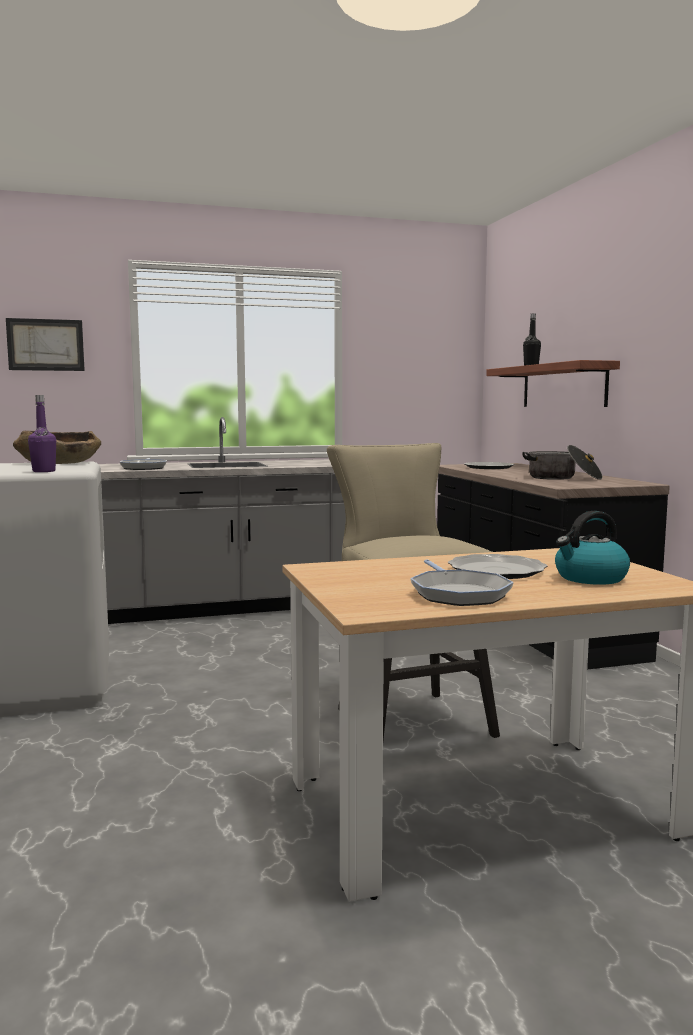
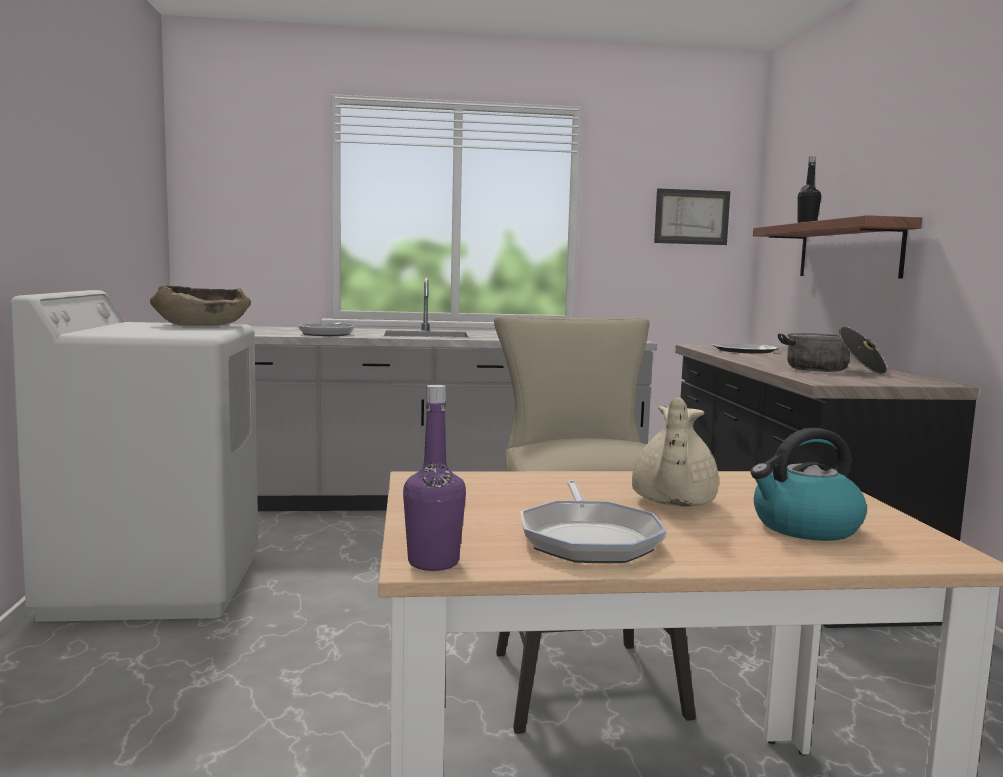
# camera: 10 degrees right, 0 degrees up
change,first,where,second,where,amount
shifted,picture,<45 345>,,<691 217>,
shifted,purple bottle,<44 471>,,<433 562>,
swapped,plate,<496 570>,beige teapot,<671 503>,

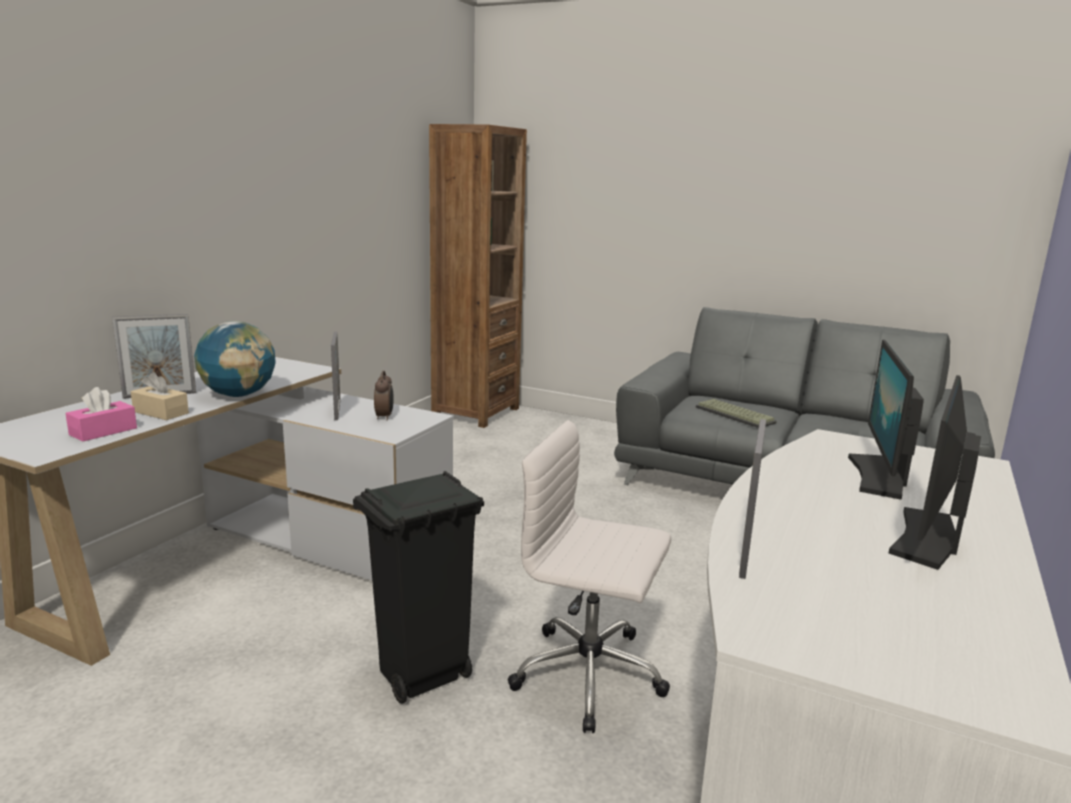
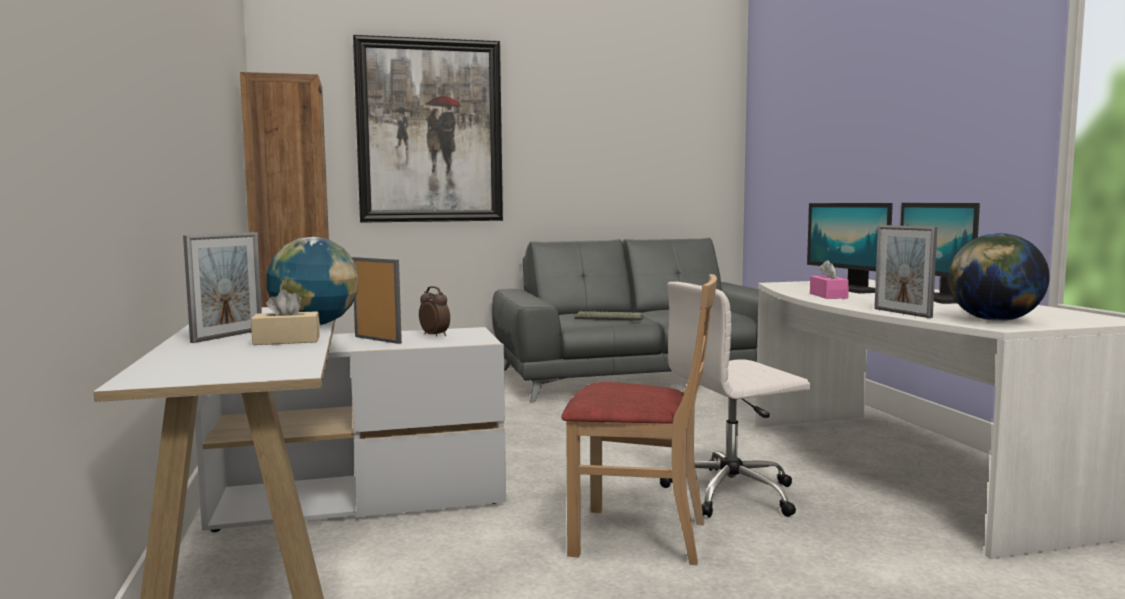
# camera: 40 degrees left, 10 degrees down
change,first,where,second,where,amount
shifted,pink tissue box,<103 431>,,<828 296>,
swapped,black trash can,<421 677>,beige chair,<639 537>,
new,,,picture,<430 131>,
new,,,globe,<994 320>,

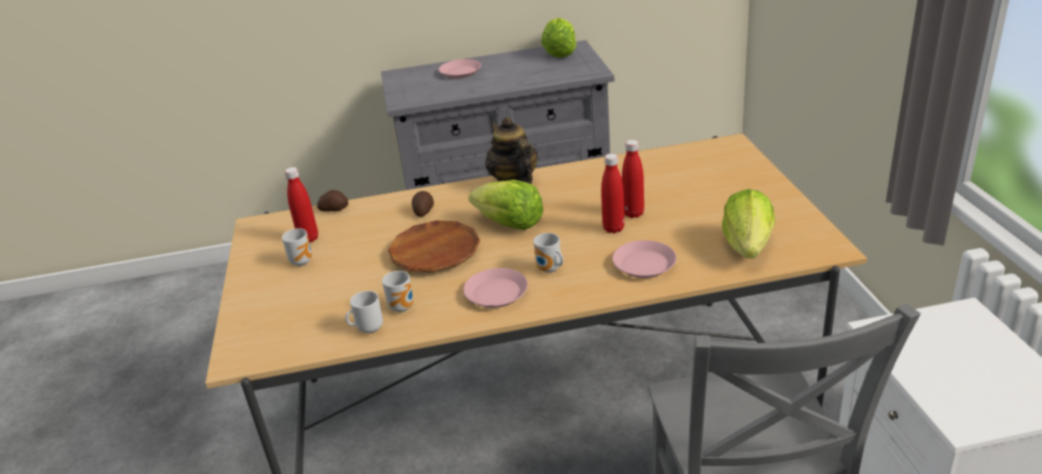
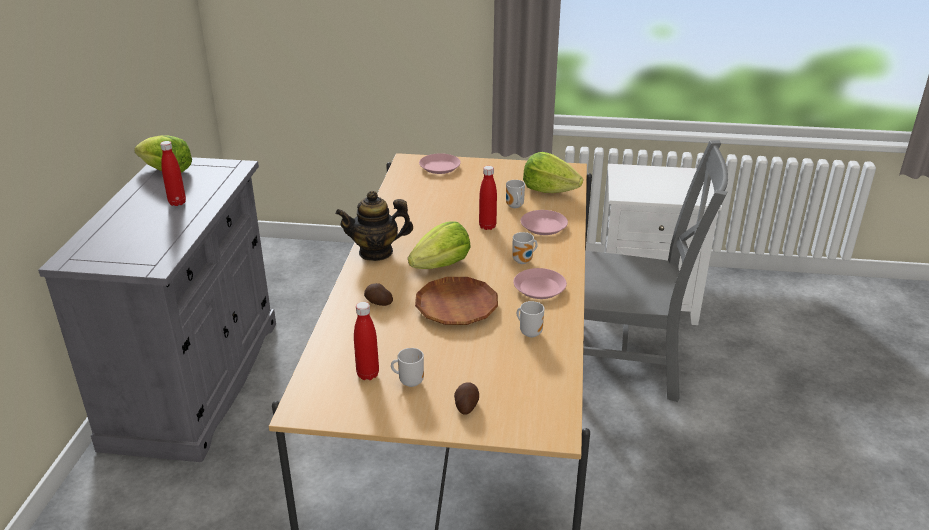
# camera: 75 degrees left, 0 degrees up
change,first,where,second,where,amount
shifted,potato,<334 209>,,<466 405>,
shifted,mug,<368 329>,,<514 206>,
shifted,pink plate,<460 72>,,<439 167>,
shifted,red bottle,<633 213>,,<177 203>,

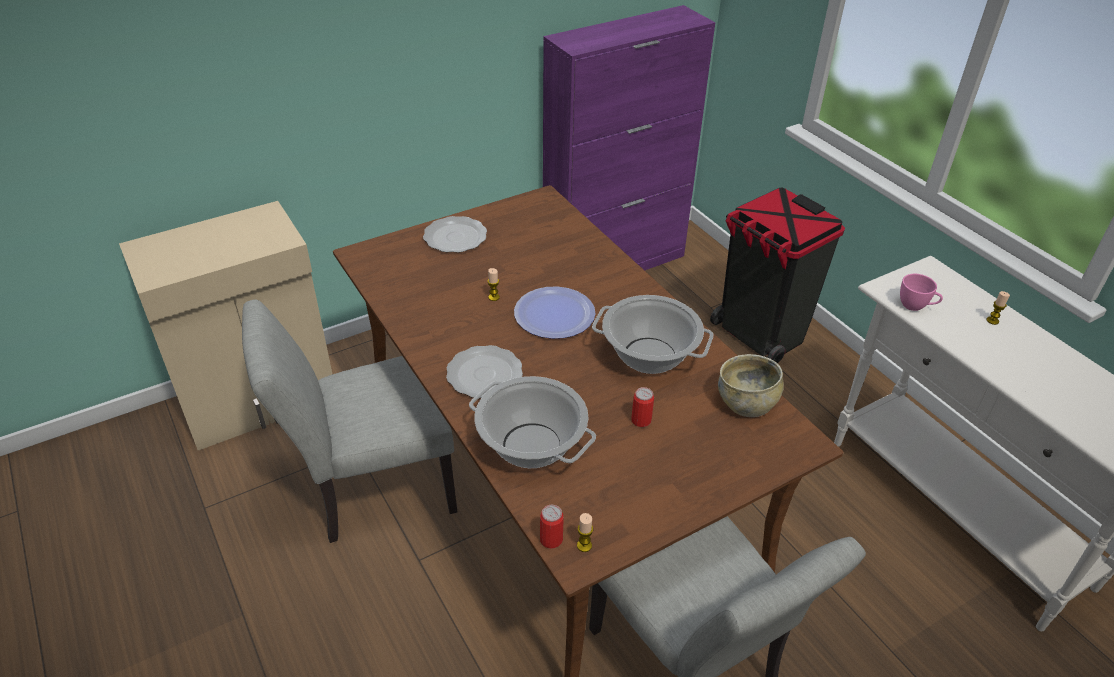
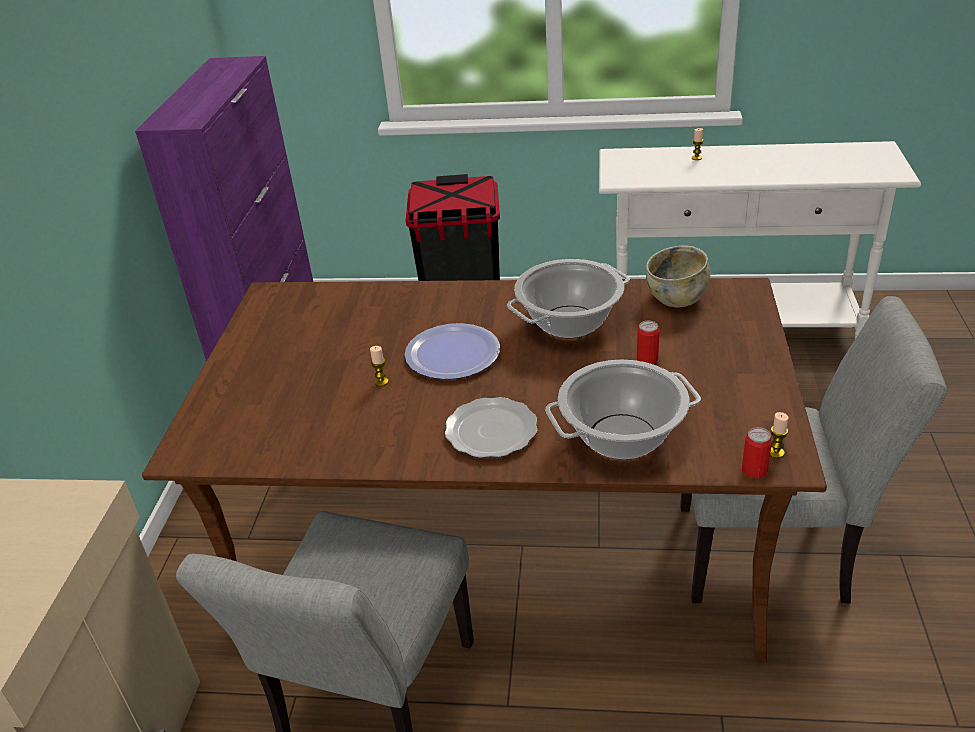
# camera: 50 degrees left, 5 degrees down
change,first,where,second,where,amount
gone,plate,<455 236>,,,
gone,pink cup,<916 306>,,,

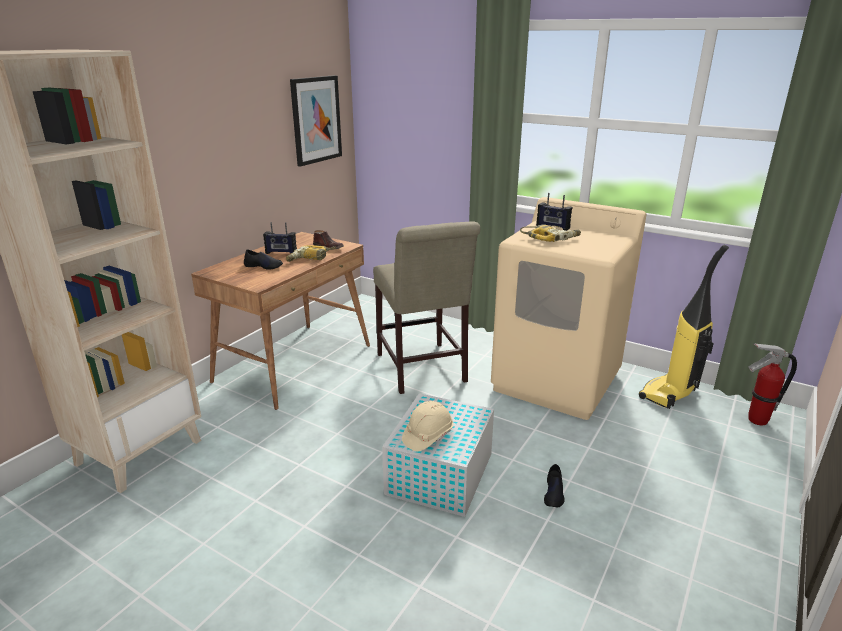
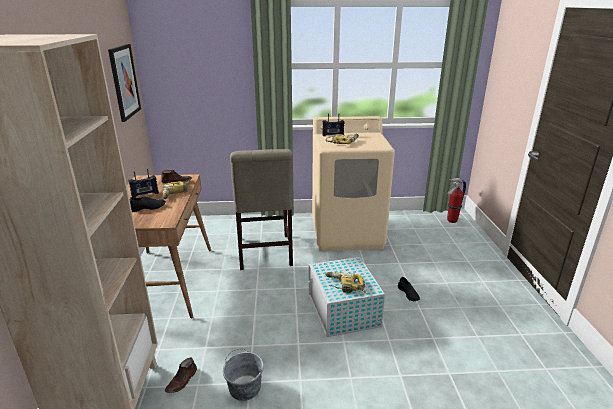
# camera: 35 degrees left, 0 degrees up
change,first,where,second,where,amount
rotated,beige chair,<422 370>,,<264 254>,45 degrees clockwise
swapped,beige hard hat,<427 436>,power drill,<344 286>,
gone,vacuum cleaner,<669 394>,,,
new,,,brown shoe,<182 381>,
new,,,grey bucket,<244 388>,

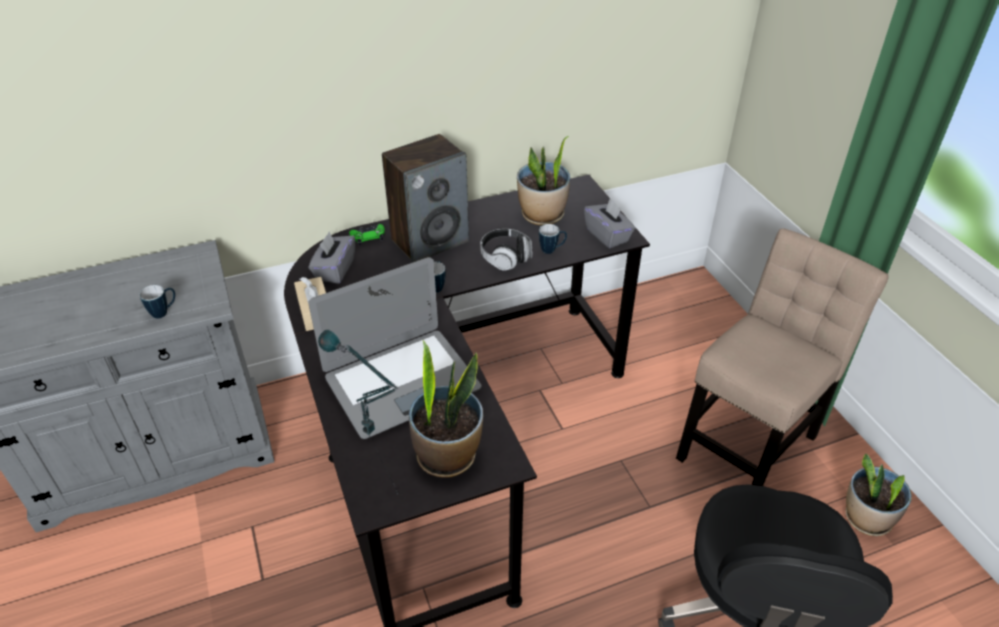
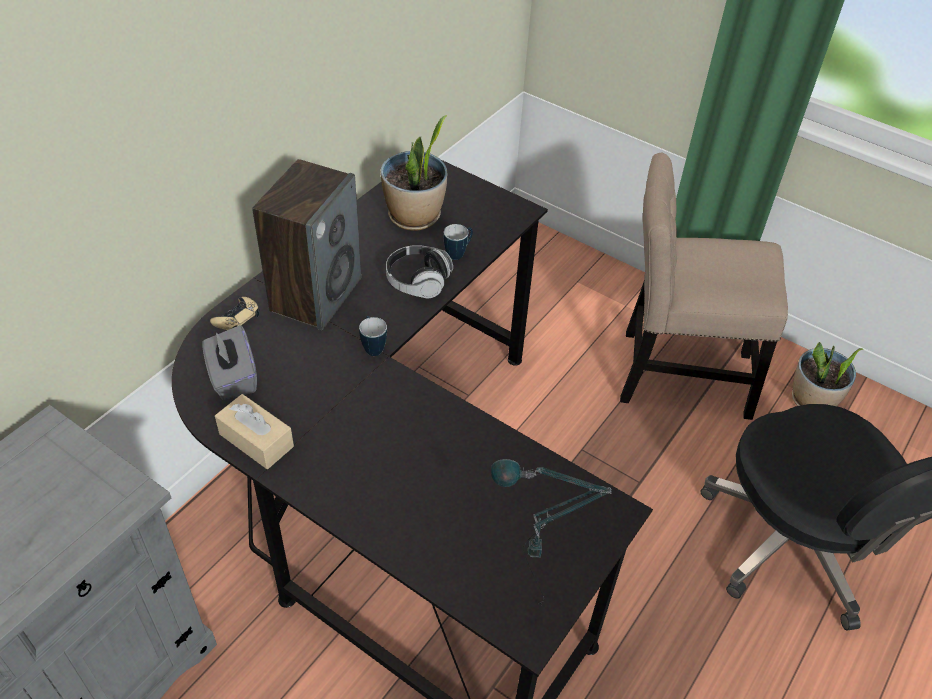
# camera: 35 degrees left, 5 degrees up
change,first,where,second,where,amount
gone,mug,<164 312>,,,
gone,laptop,<401 382>,,,
repainted,green game controller,<368 236>,beige game controller,<237 318>,
gone,potted plant,<447 455>,,,
gone,grey tissue box,<607 235>,,,
rotated,beige chair,<749 441>,,<677 374>,90 degrees counterclockwise

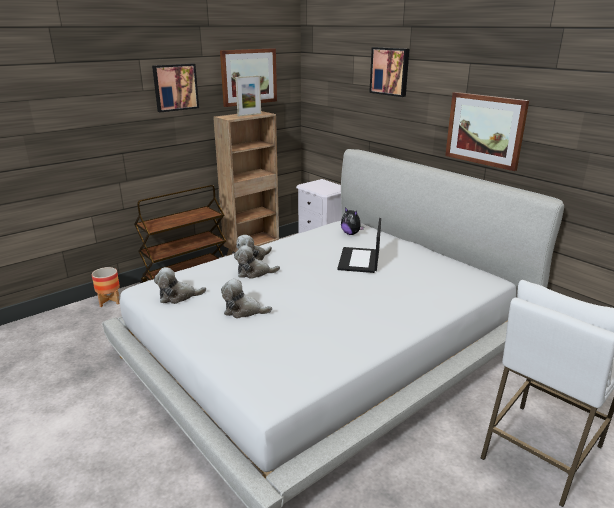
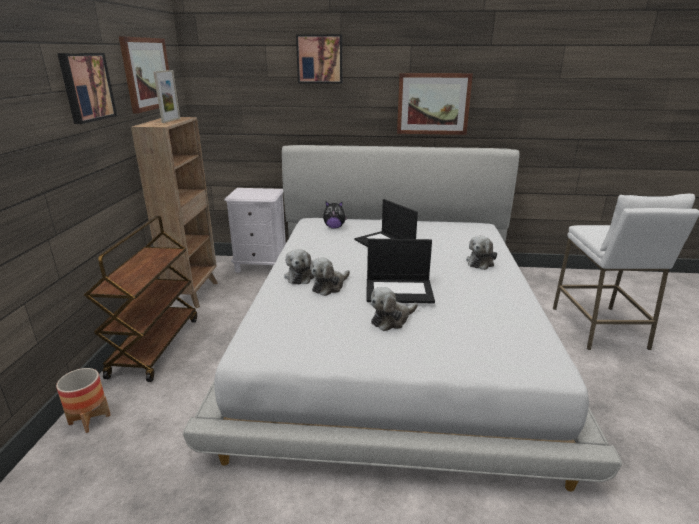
# camera: 45 degrees left, 0 degrees up
change,first,where,second,where,amount
shifted,plush toy,<178 296>,,<481 262>,
new,,,laptop,<399 290>,

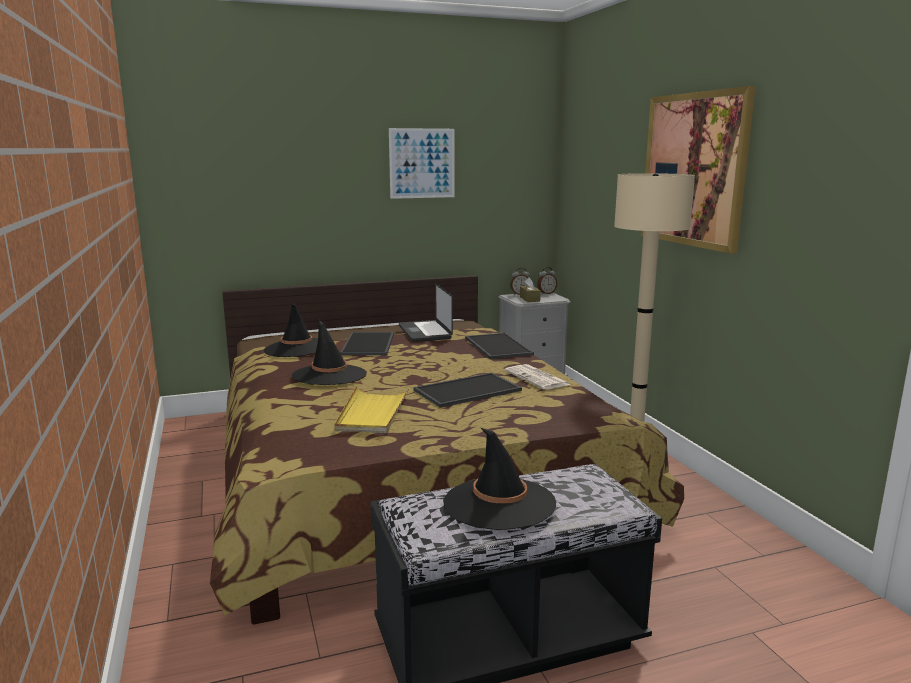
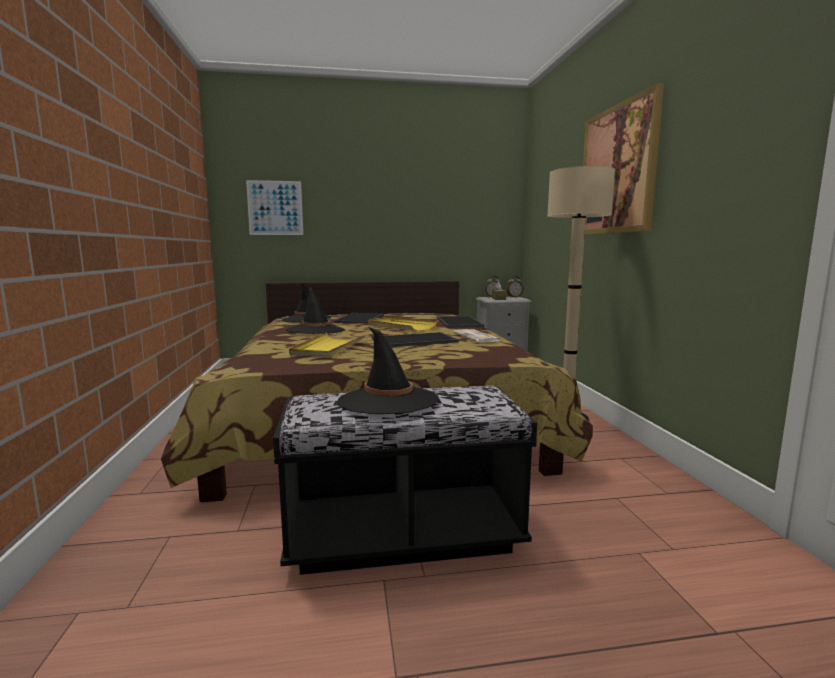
# camera: 10 degrees right, 5 degrees down
change,first,where,second,where,amount
shifted,picture,<422 163>,,<275 208>,
gone,laptop,<424 332>,,,
new,,,yellow tray,<401 326>,

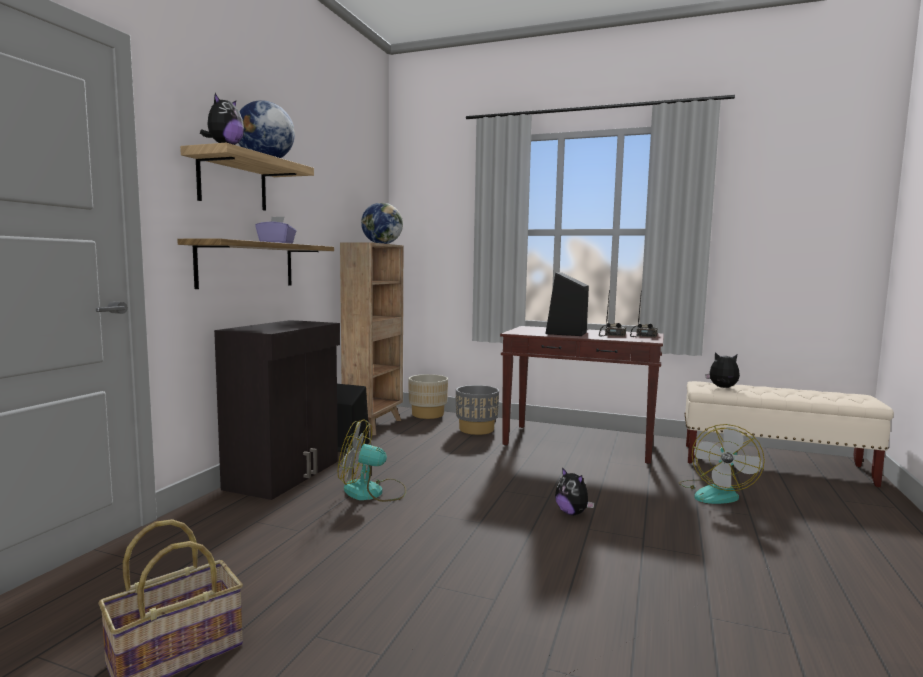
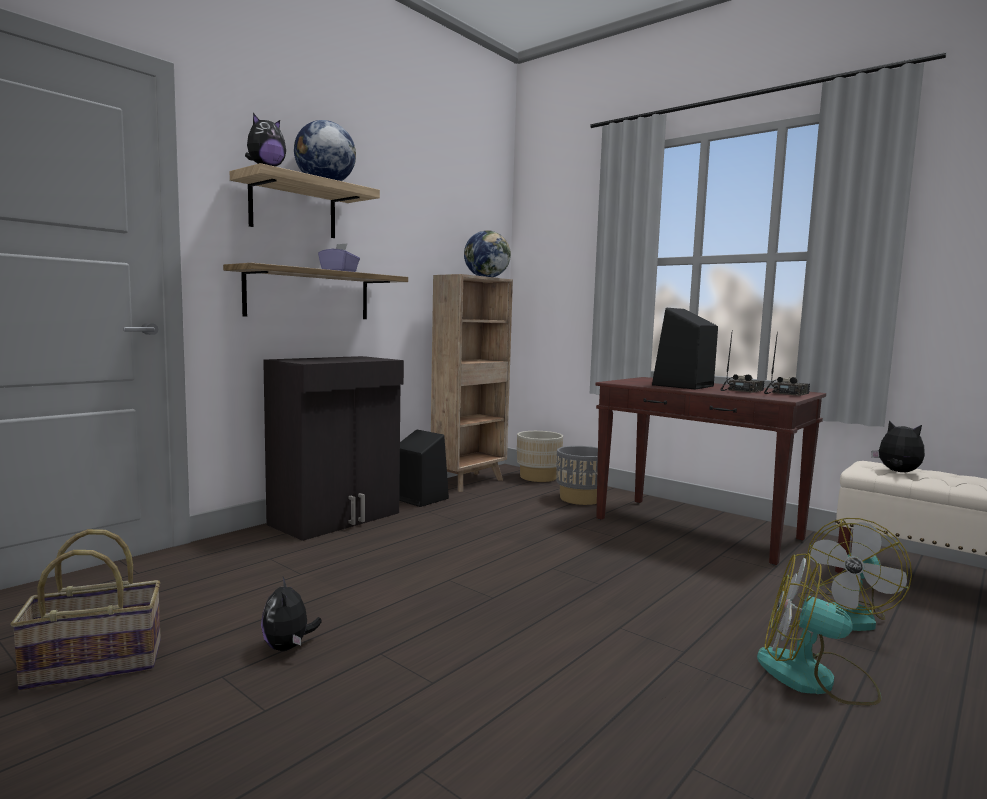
# camera: 20 degrees right, 0 degrees up
change,first,where,second,where,amount
shifted,fan,<372 492>,,<814 678>,
shifted,plush toy,<572 513>,,<288 647>,

